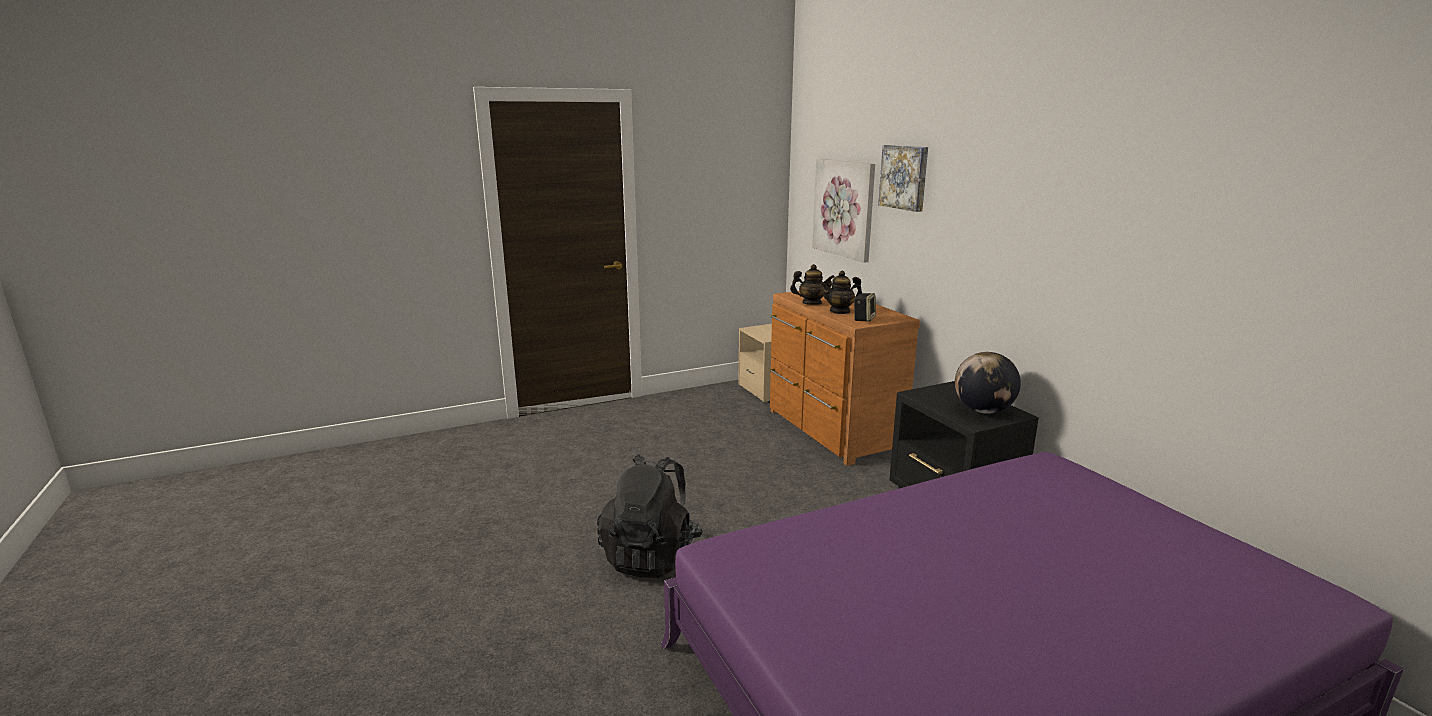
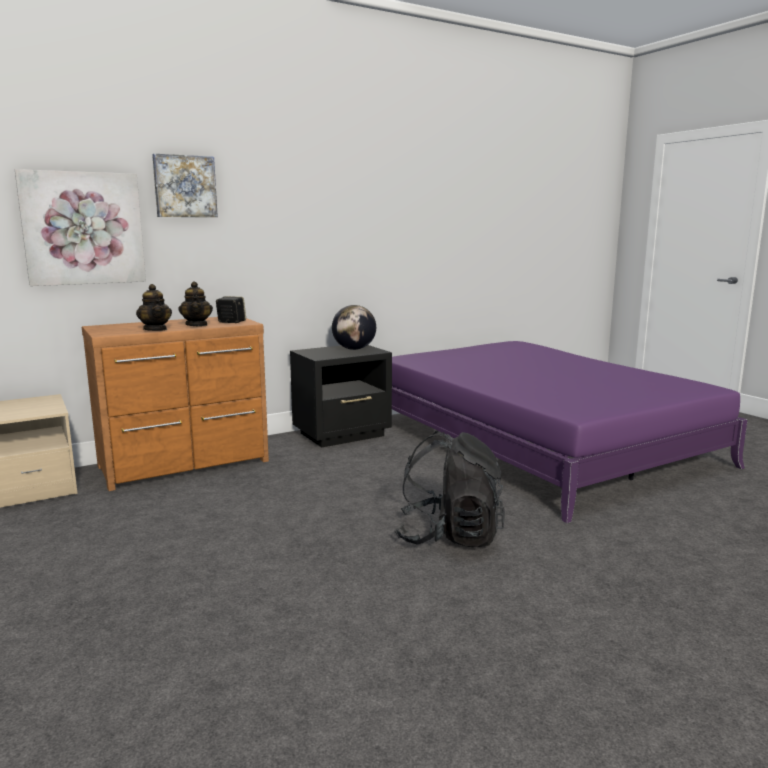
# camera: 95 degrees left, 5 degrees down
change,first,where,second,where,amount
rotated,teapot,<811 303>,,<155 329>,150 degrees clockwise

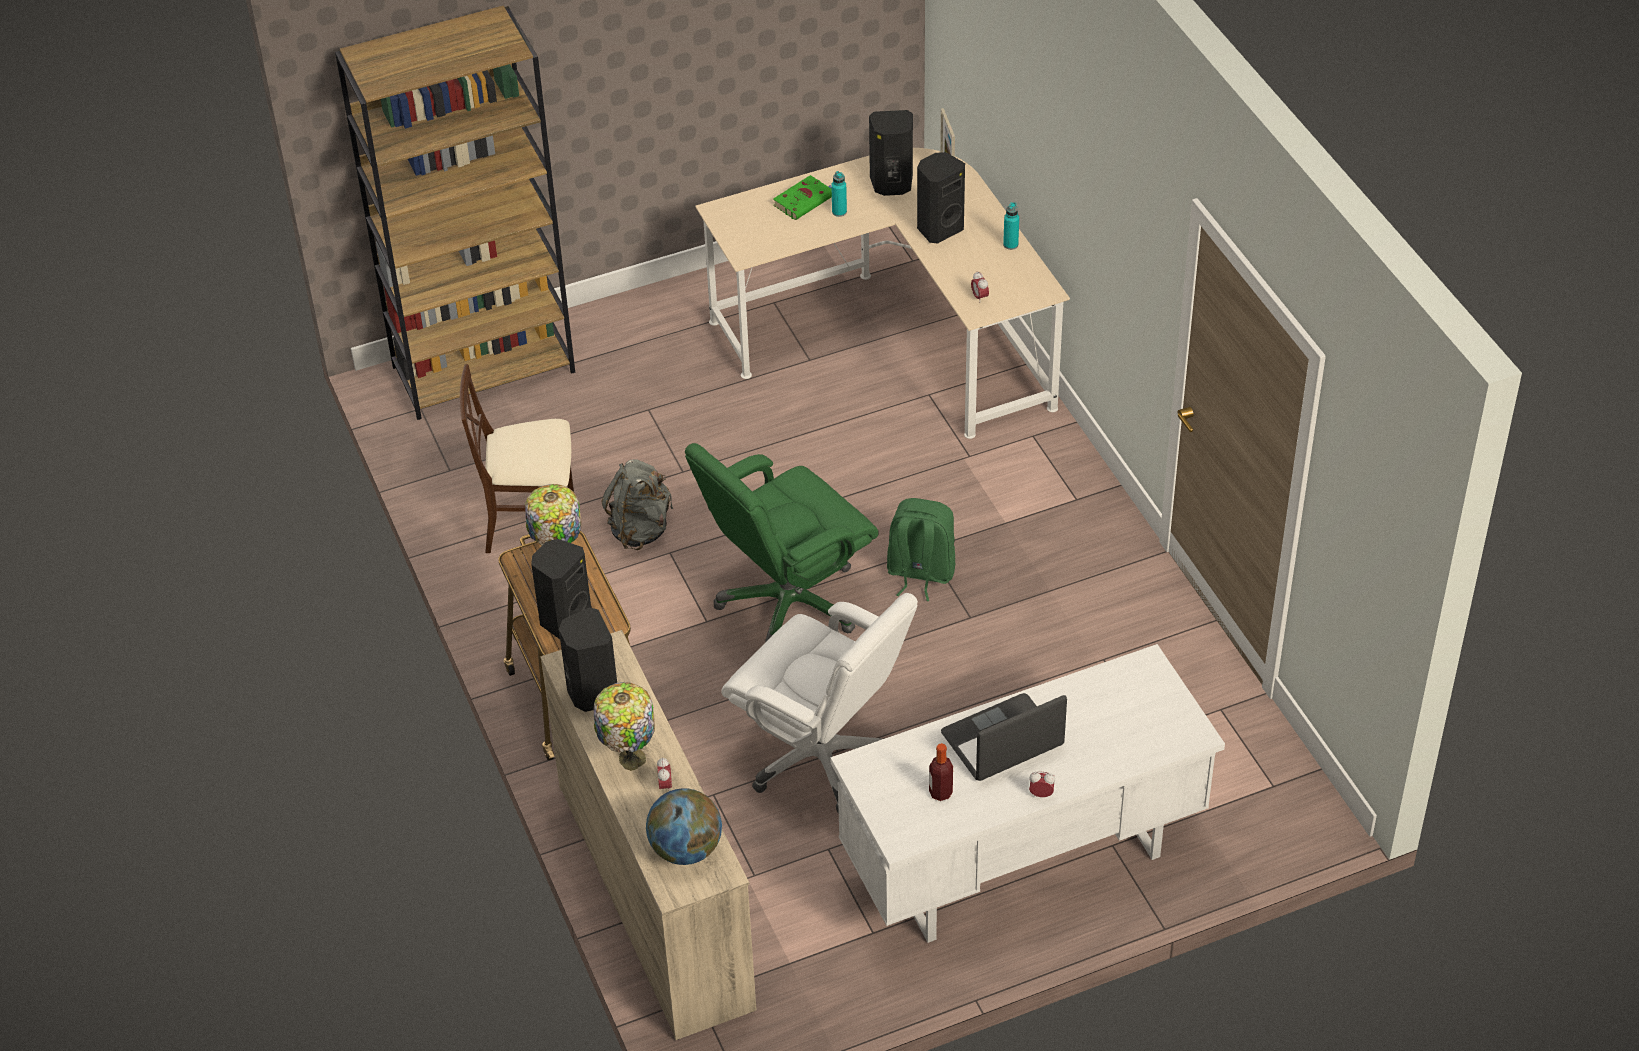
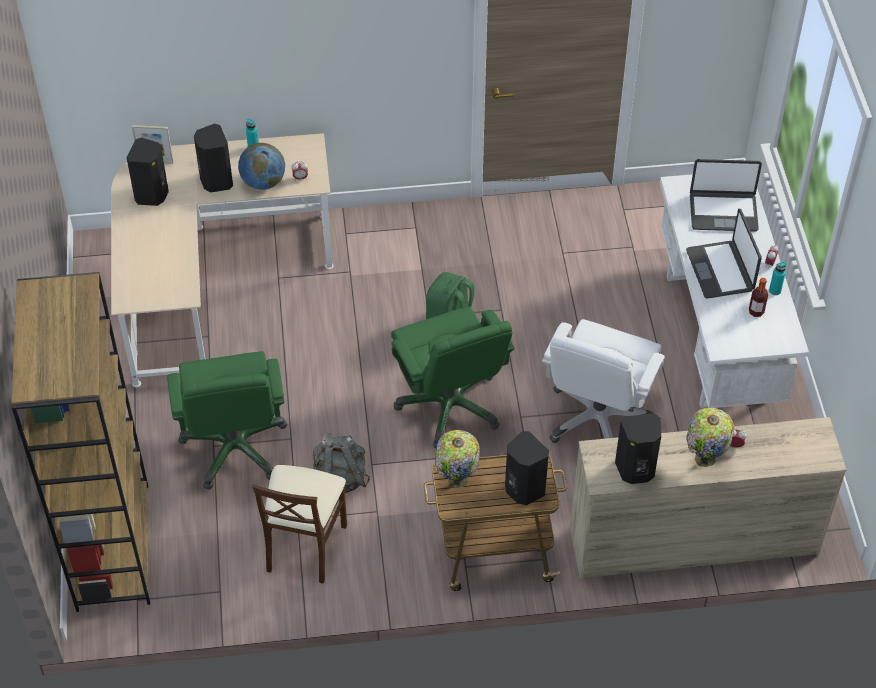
# camera: 75 degrees left, 5 degrees up
change,first,where,second,where,amount
shifted,globe,<686 849>,,<263 182>,
rotated,white office chair,<822 756>,,<598 419>,150 degrees clockwise
gone,green book,<804 200>,,,
shifted,turquoise bottle,<839 212>,,<775 290>,
new,,,green office chair,<235 448>,
new,,,laptop,<723 212>,

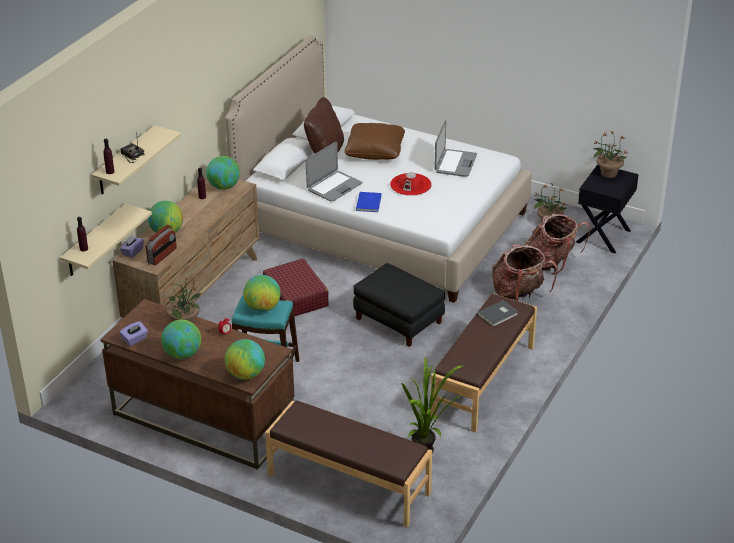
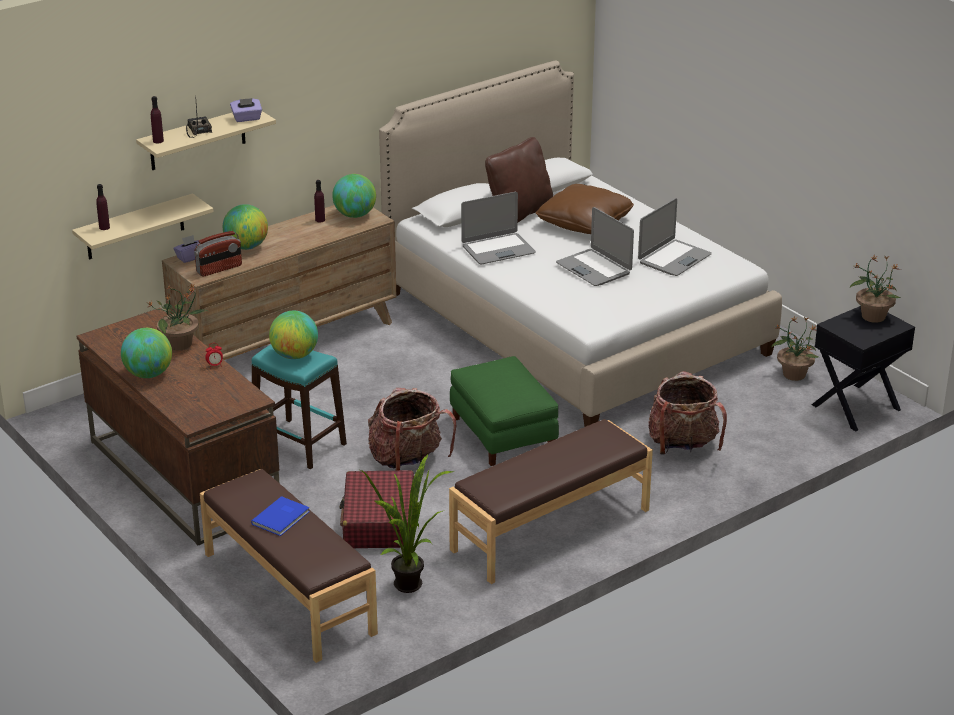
# camera: 25 degrees right, 5 degrees down
change,first,where,second,where,amount
shifted,purple tissue box,<135 339>,,<247 118>,
gone,globe,<246 374>,,,
shifted,red suitcase,<296 297>,,<379 522>,
repainted,black ottoman,<399 320>,green ottoman,<504 433>,
shifted,blue book,<369 203>,,<282 518>,
swapped,red hat,<410 184>,laptop,<594 268>,
gone,grey book,<499 314>,,,
shifted,backpack,<552 263>,,<408 461>,

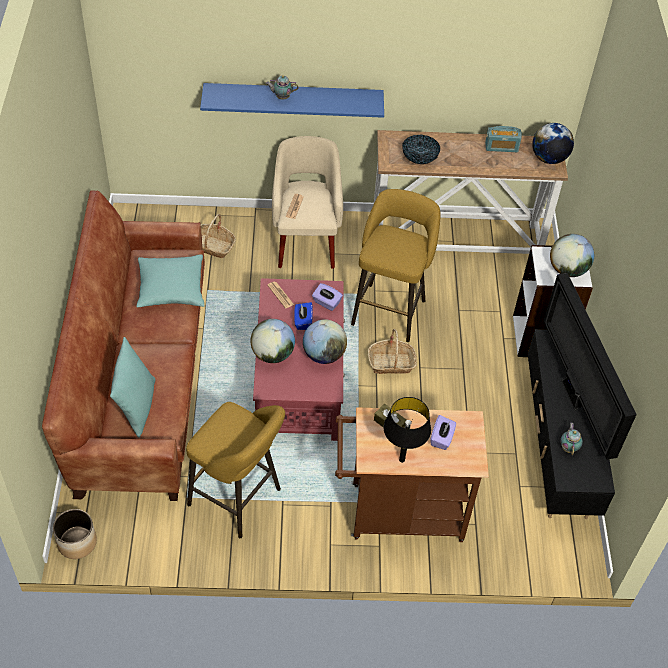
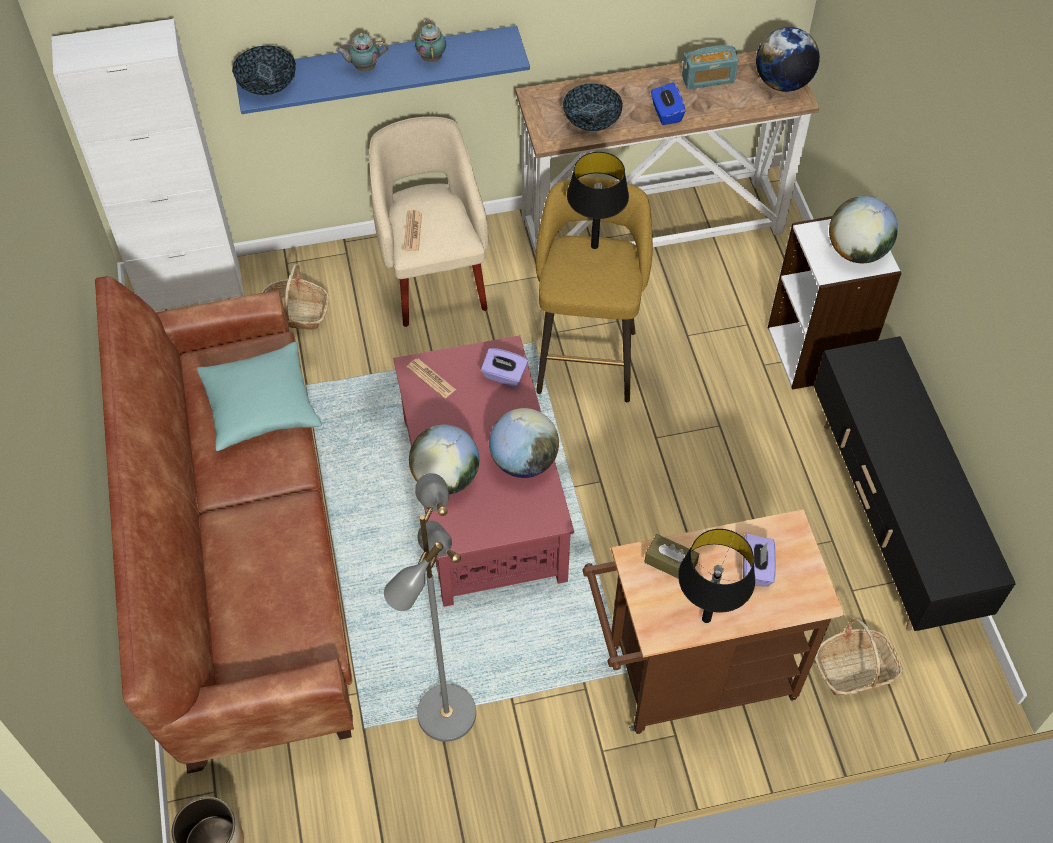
# camera: 10 degrees left, 5 degrees up
change,first,where,second,where,amount
gone,turquoise pillow,<136 407>,,,
swapped,yellow stool,<238 499>,grey floor lamp,<445 712>,
shifted,blue tissue box,<303 321>,,<666 113>,
shifted,basket,<391 363>,,<855 669>,
gone,television,<573 396>,,,
shifted,teapot,<568 447>,,<431 57>,
new,,,white cabinet,<191 288>,
new,,,bowl,<267 83>,
new,,,black table lamp,<594 246>,

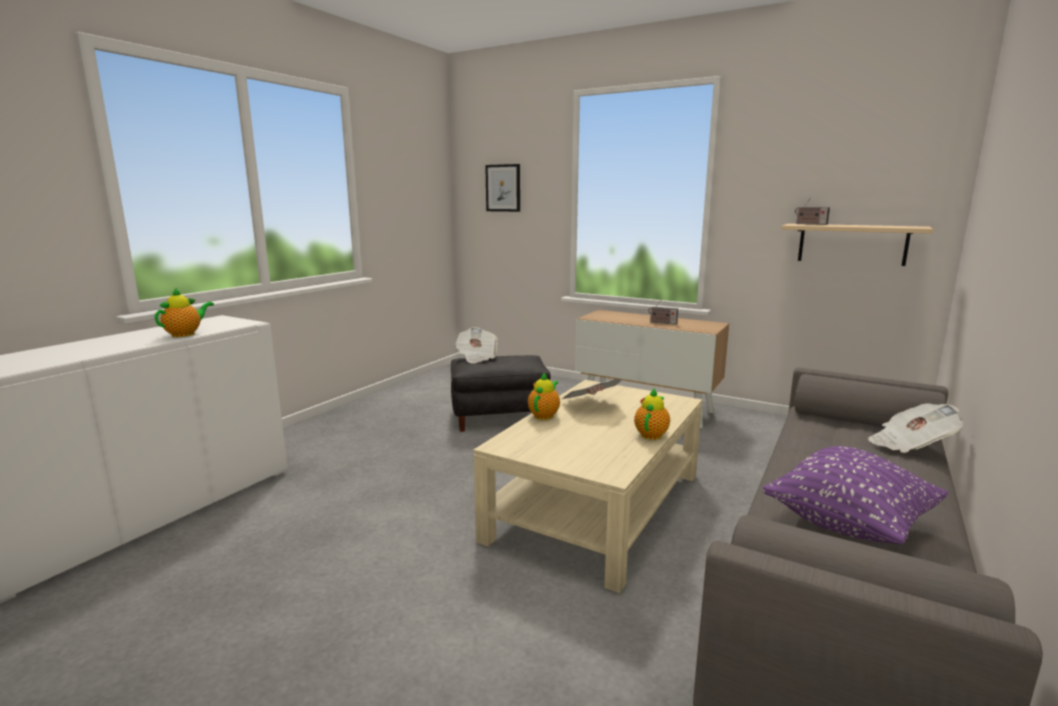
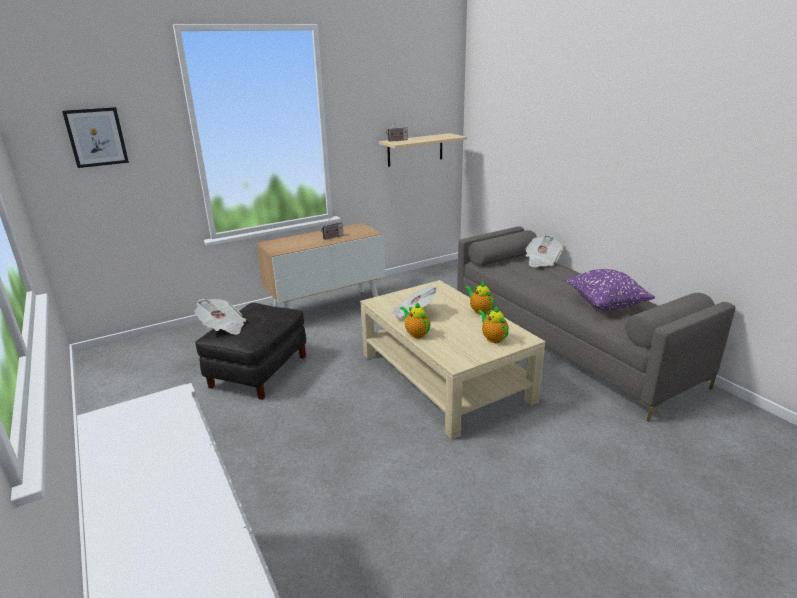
# camera: 60 degrees left, 10 degrees up
change,first,where,second,where,amount
shifted,teapot,<186 334>,,<493 338>,

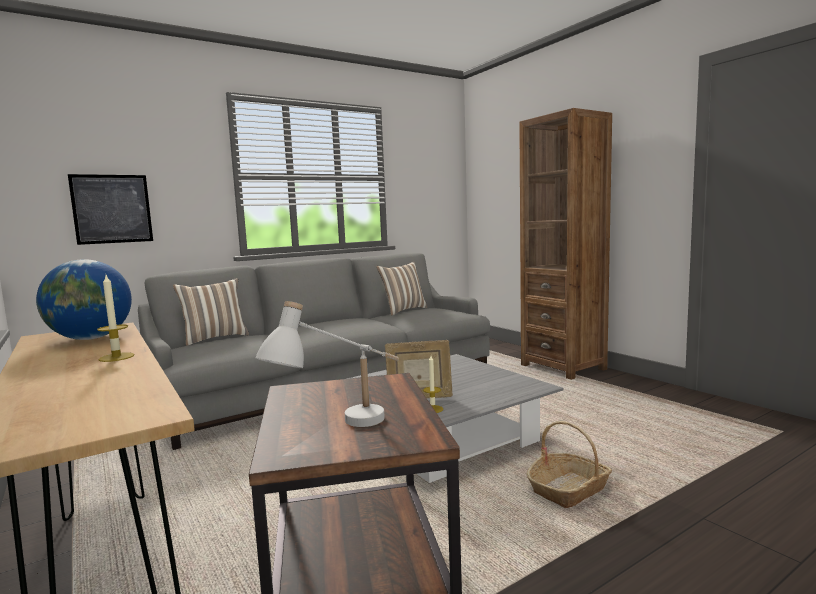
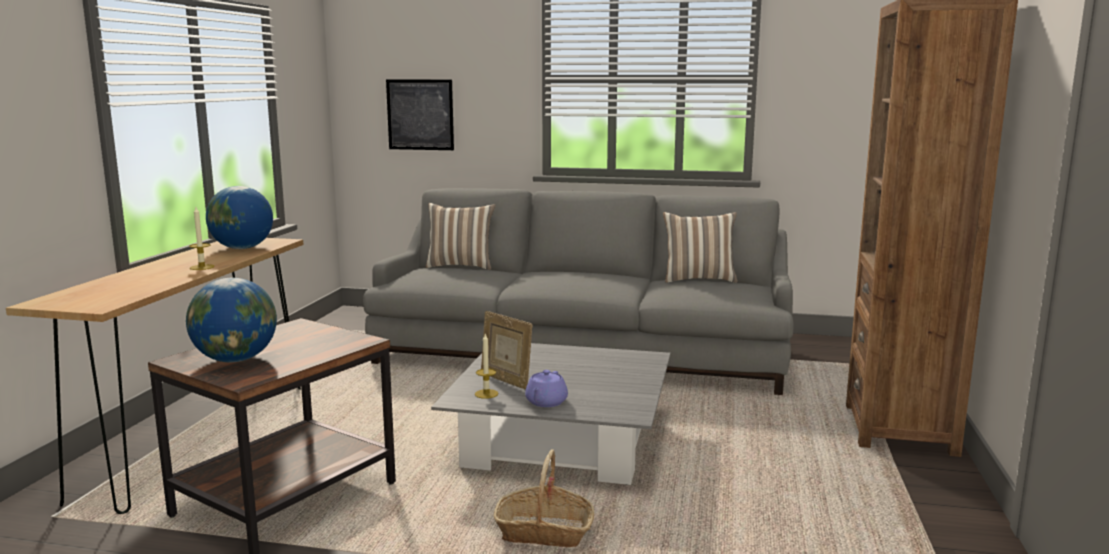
# camera: 45 degrees right, 5 degrees up
change,first,where,second,where,amount
swapped,white table lamp,<345 430>,globe,<236 360>,
new,,,purple teapot,<546 402>,

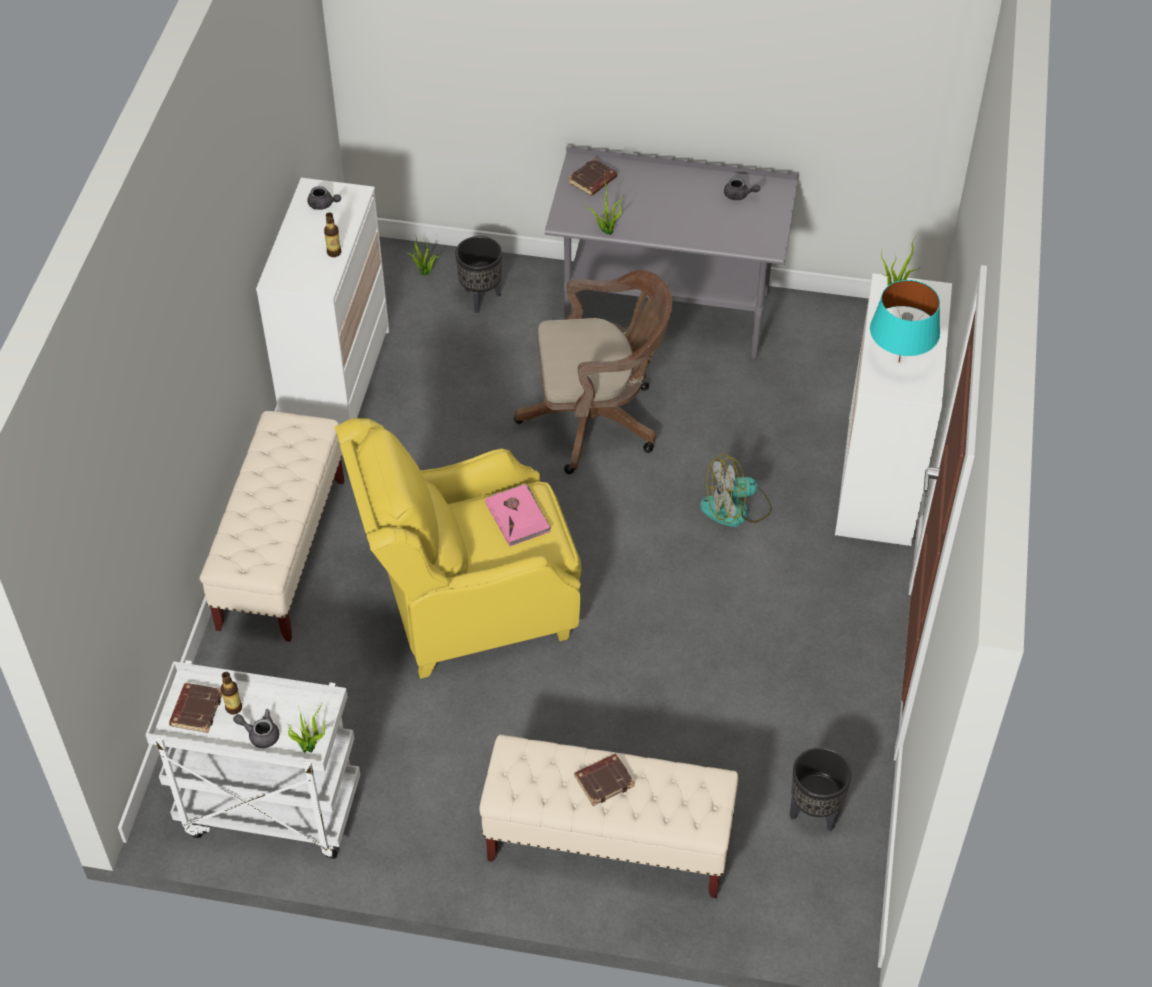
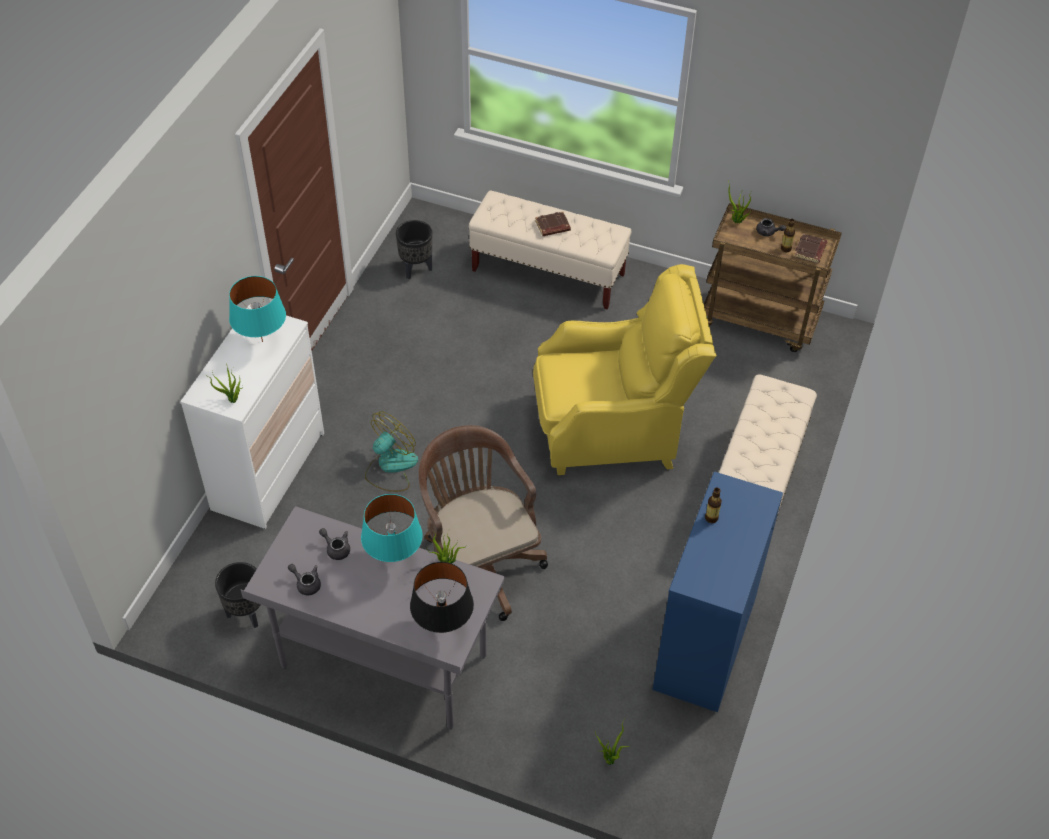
# camera: 170 degrees left, 0 degrees up
change,first,where,second,where,amount
repainted,white cart,<268 810>,brown cart,<761 321>,
repainted,white dresser,<337 381>,blue dresser,<704 643>,
shifted,grey teapot,<323 205>,,<336 548>,
shifted,black planter,<480 298>,,<246 614>,
gone,pink book,<518 516>,,,
rotated,brown office chair,<597 420>,,<478 563>,60 degrees clockwise
swapped,brown book,<592 181>,black table lamp,<443 626>,
rotated,fan,<736 509>,,<390 467>,45 degrees counterclockwise
new,,,turquoise table lamp,<394 558>,

